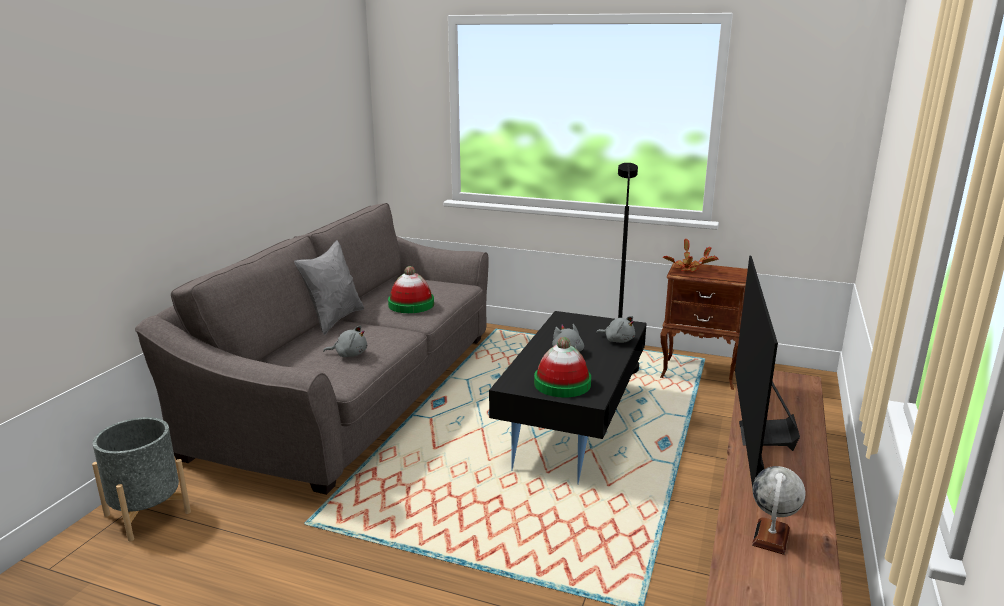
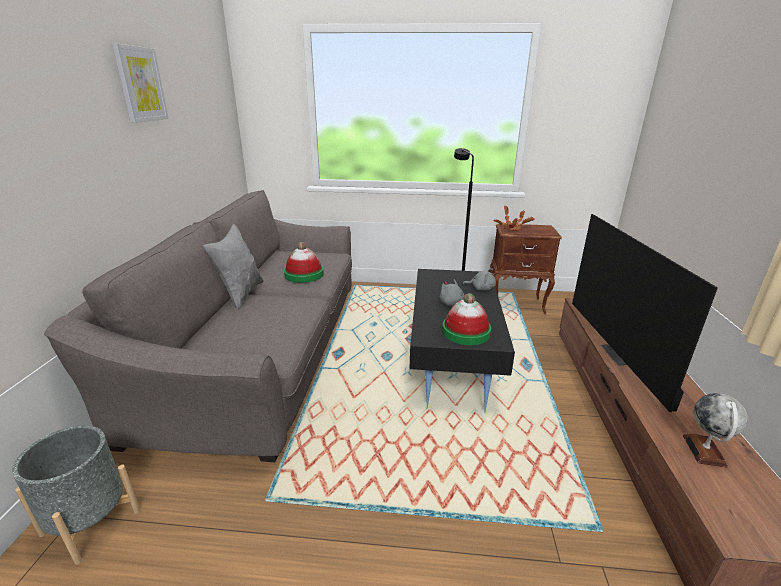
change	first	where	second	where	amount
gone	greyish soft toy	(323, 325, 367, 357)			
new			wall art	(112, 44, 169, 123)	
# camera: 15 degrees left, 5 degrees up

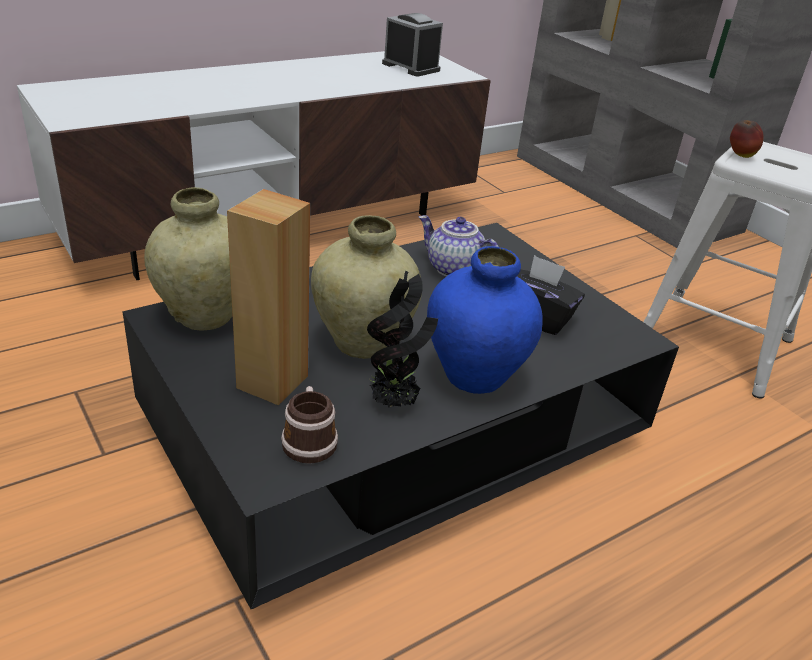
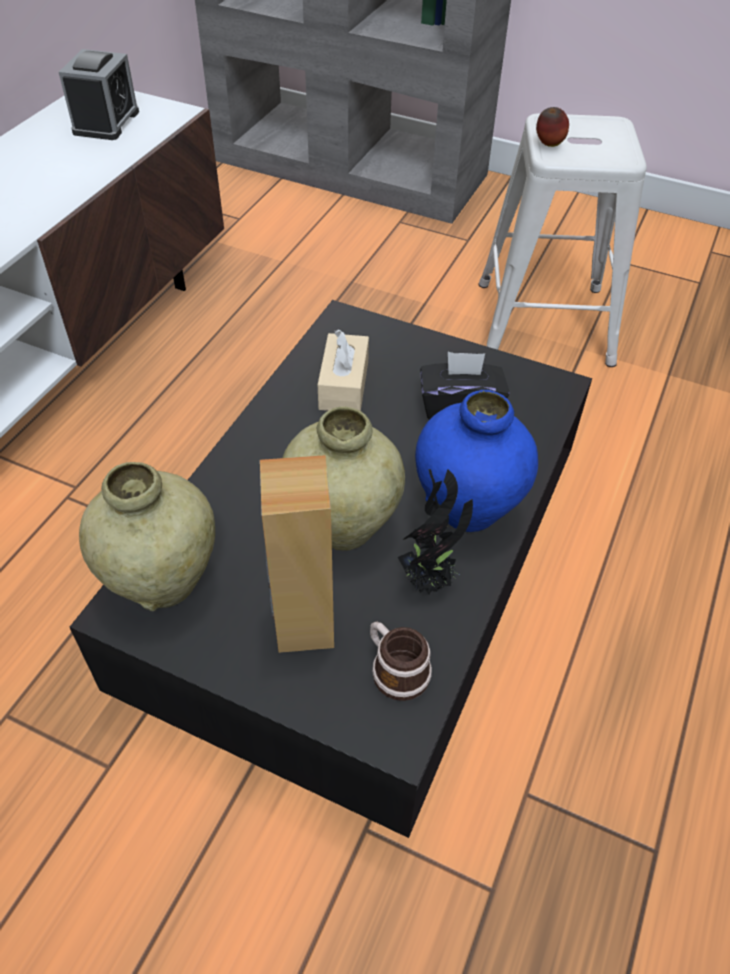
change	first	where	second	where	amount
rotated	alarm clock	(382, 13, 443, 76)		(59, 49, 139, 140)	90 degrees clockwise
swapped	tea pot	(419, 215, 499, 277)	beige-coloured box of tissues	(318, 329, 369, 411)	
# camera: 30 degrees left, 15 degrees up

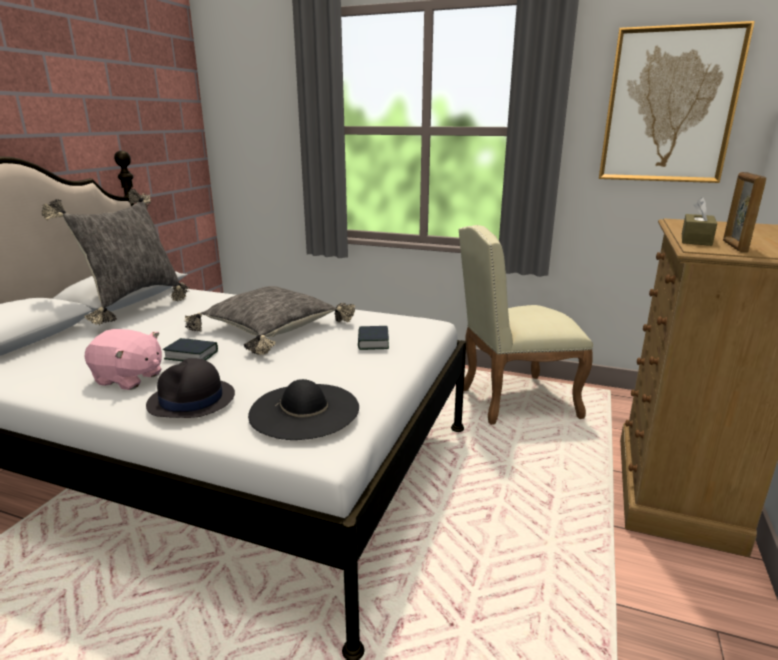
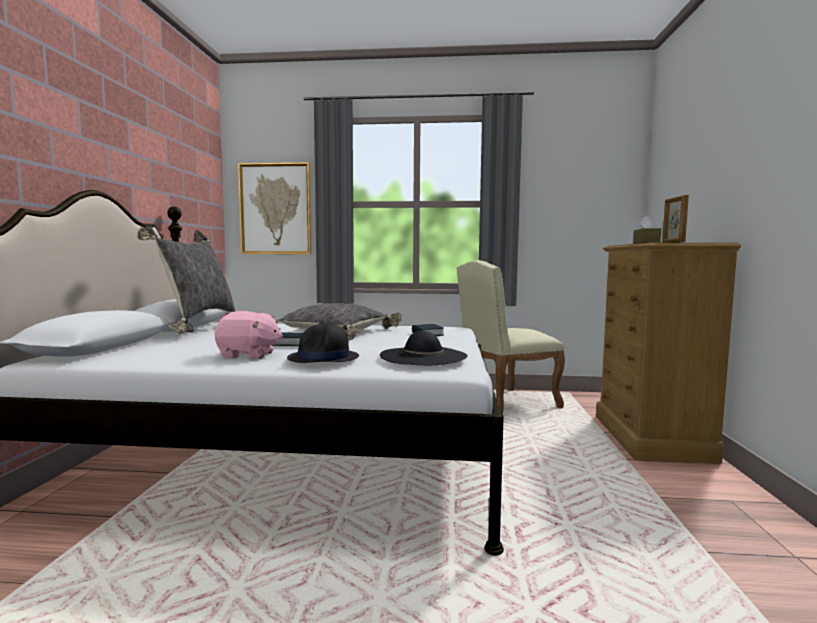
change	first	where	second	where	amount
shifted	wall art	(599, 21, 755, 183)		(238, 162, 311, 254)	
# camera: 15 degrees left, 15 degrees down

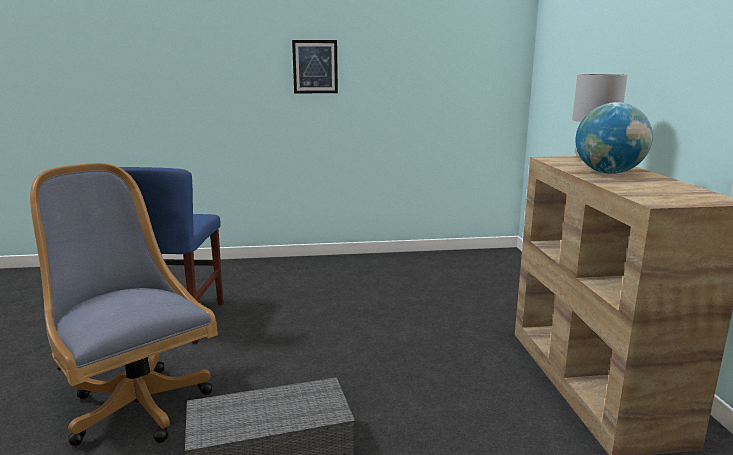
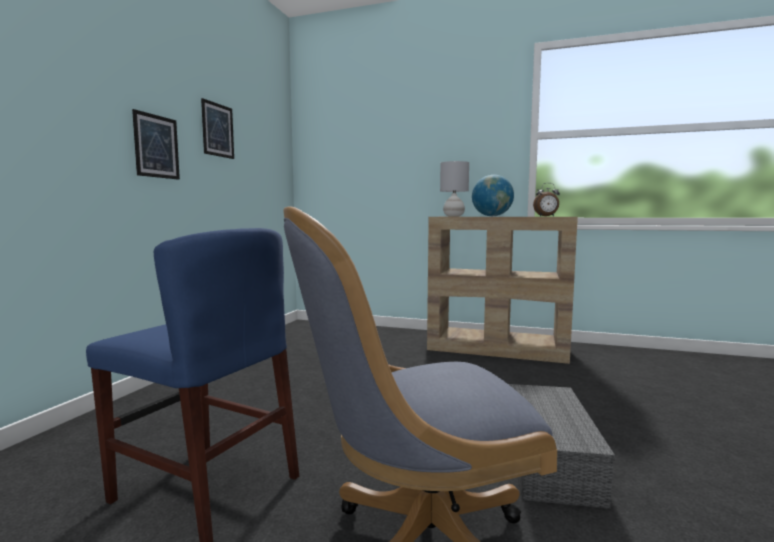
change	first	where	second	where	amount
new			wall art	(201, 98, 234, 159)	
new			alarm clock	(533, 183, 560, 216)	
# camera: 65 degrees left, 10 degrees down

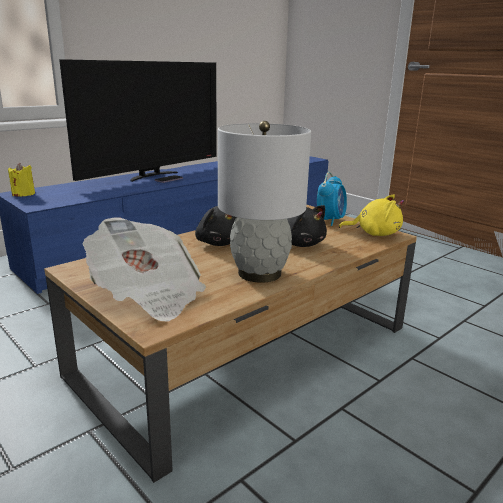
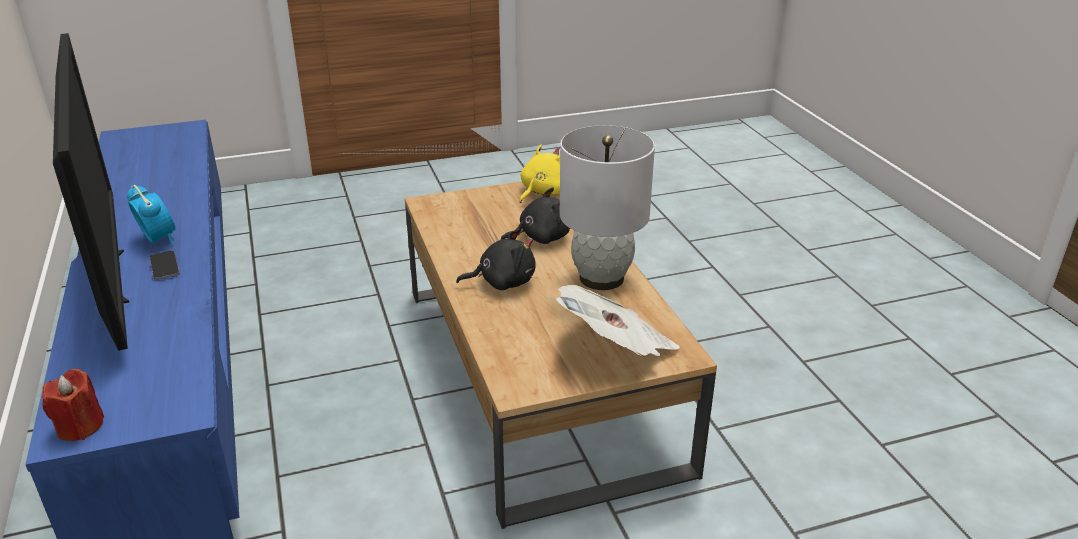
change	first	where	second	where	amount
repainted	yellowish wax candle	(8, 163, 35, 196)	red wax candle	(42, 369, 104, 441)	
shifted	alarm clock	(317, 172, 347, 226)		(127, 185, 176, 245)	
# camera: 65 degrees left, 10 degrees up

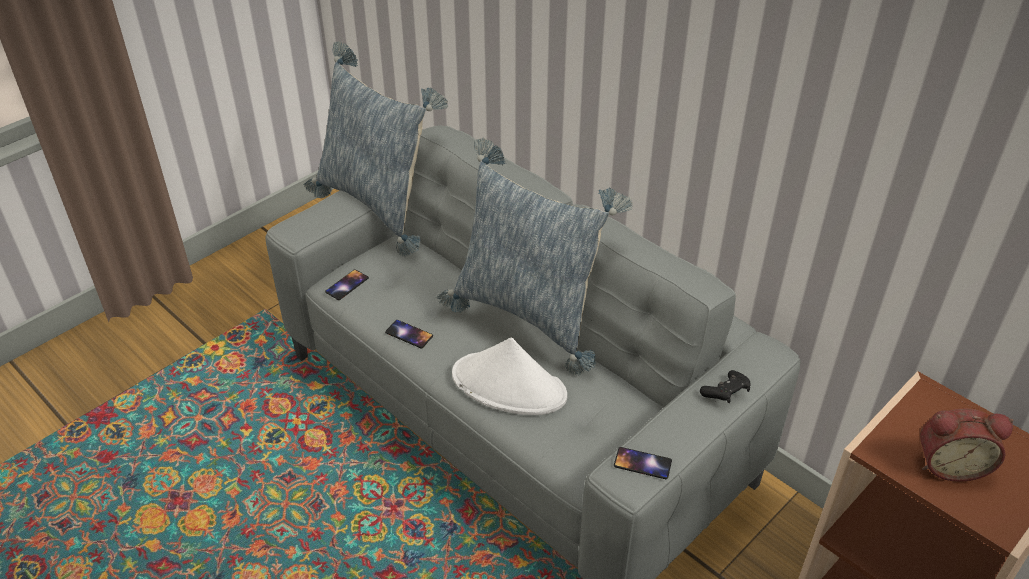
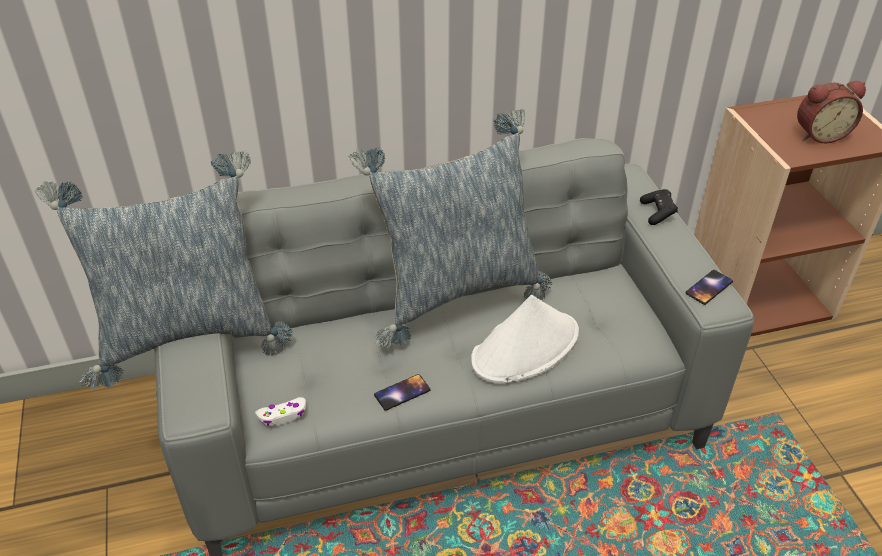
change	first	where	second	where	amount
swapped	handset	(325, 269, 369, 300)	white joypad	(255, 397, 306, 426)	
rotated	alarm clock	(920, 408, 1014, 482)		(797, 81, 866, 143)	45 degrees clockwise
# camera: 60 degrees left, 0 degrees up

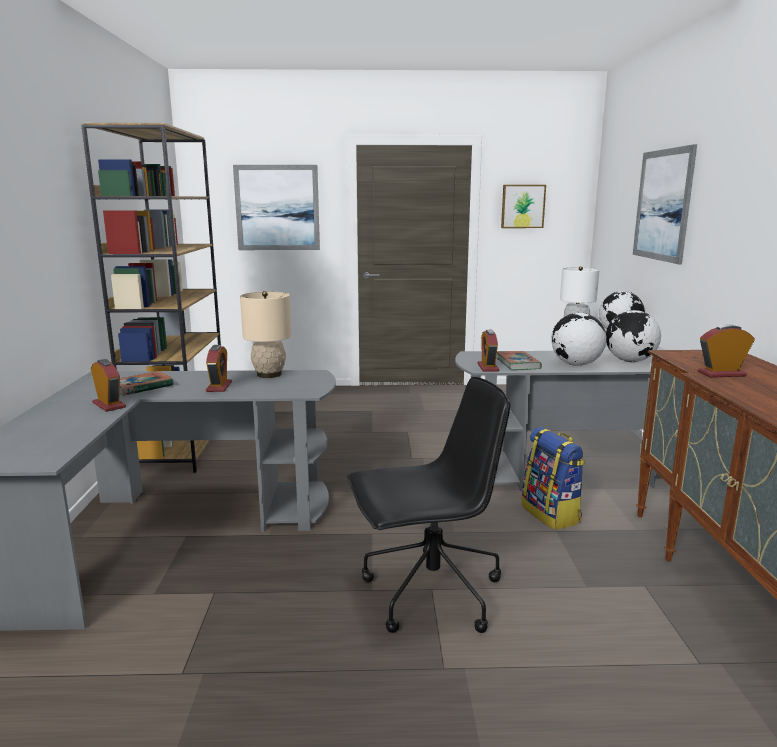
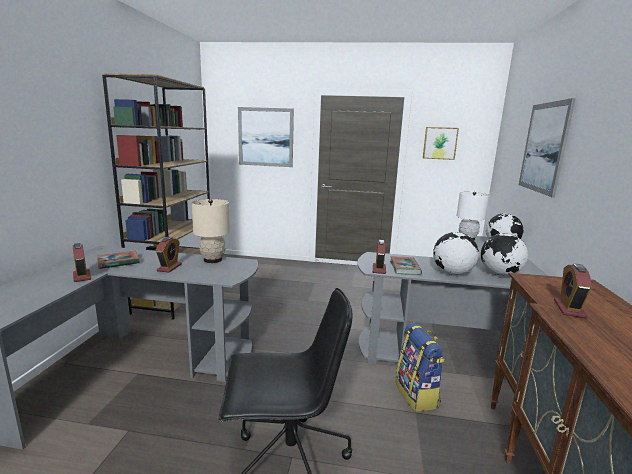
change	first	where	second	where	amount
rotated	alarm clock	(698, 324, 755, 378)		(554, 263, 592, 318)	75 degrees counterclockwise
# camera: 10 degrees right, 0 degrees up

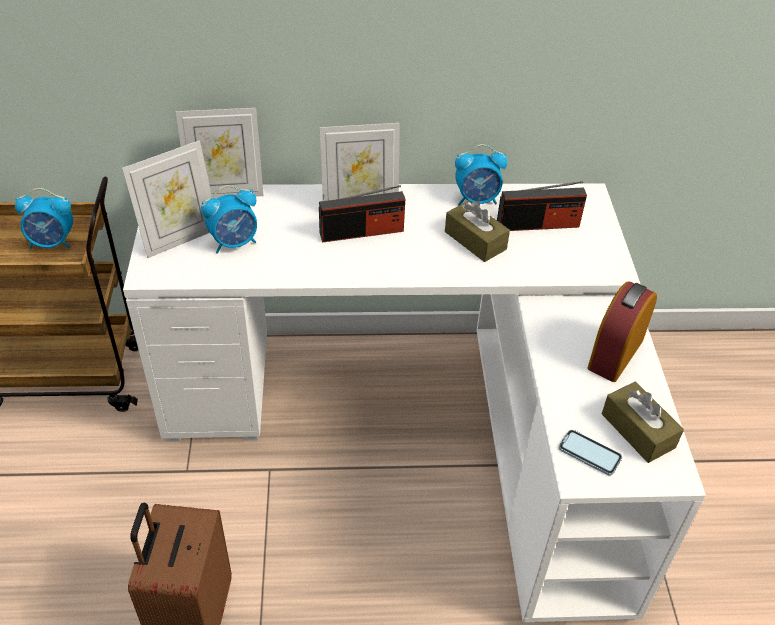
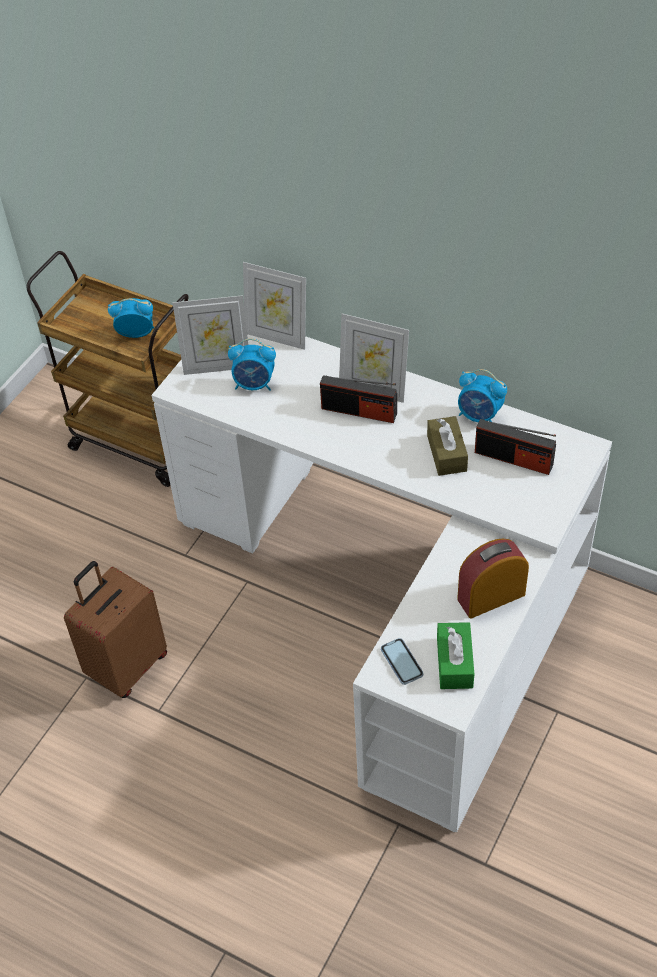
change	first	where	second	where	amount
rotated	alarm clock	(15, 188, 73, 249)		(108, 298, 154, 338)	150 degrees clockwise
repainted	brown-coloured box of tissues	(602, 381, 684, 463)	green box of tissues	(437, 622, 474, 689)	
# camera: 35 degrees right, 5 degrees up

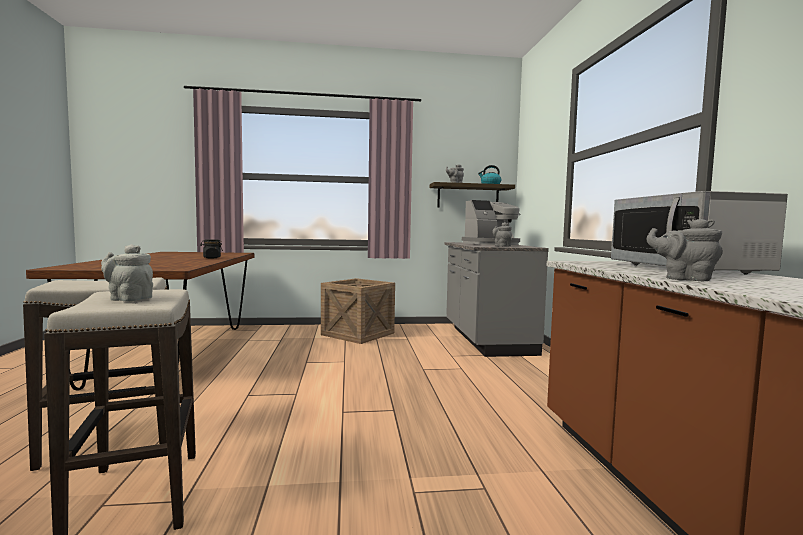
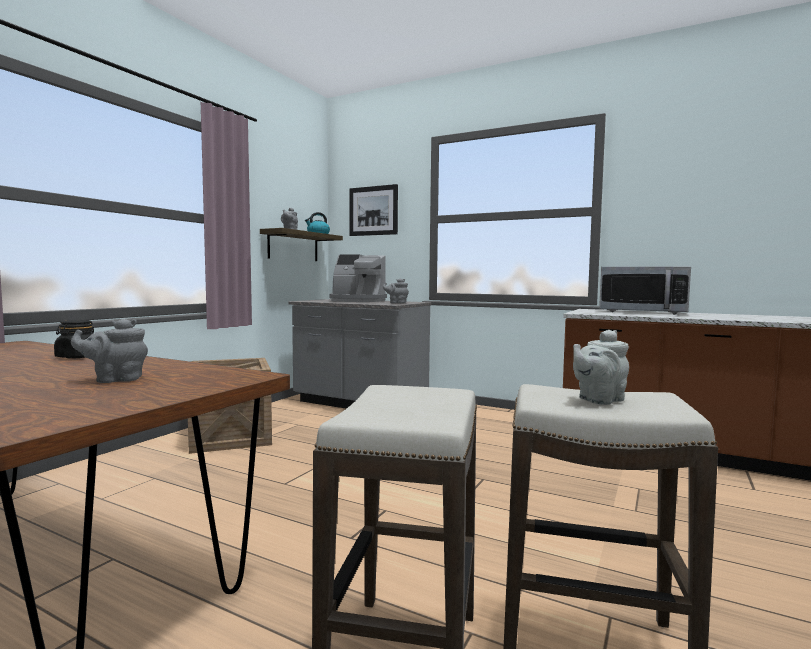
change	first	where	second	where	amount
rotated	coffee maker	(462, 200, 520, 245)		(330, 254, 387, 302)	90 degrees clockwise
shifted	greyish tea pot	(646, 218, 723, 281)		(71, 319, 148, 383)	
new			wall art	(350, 184, 398, 236)	
# camera: 55 degrees left, 0 degrees up

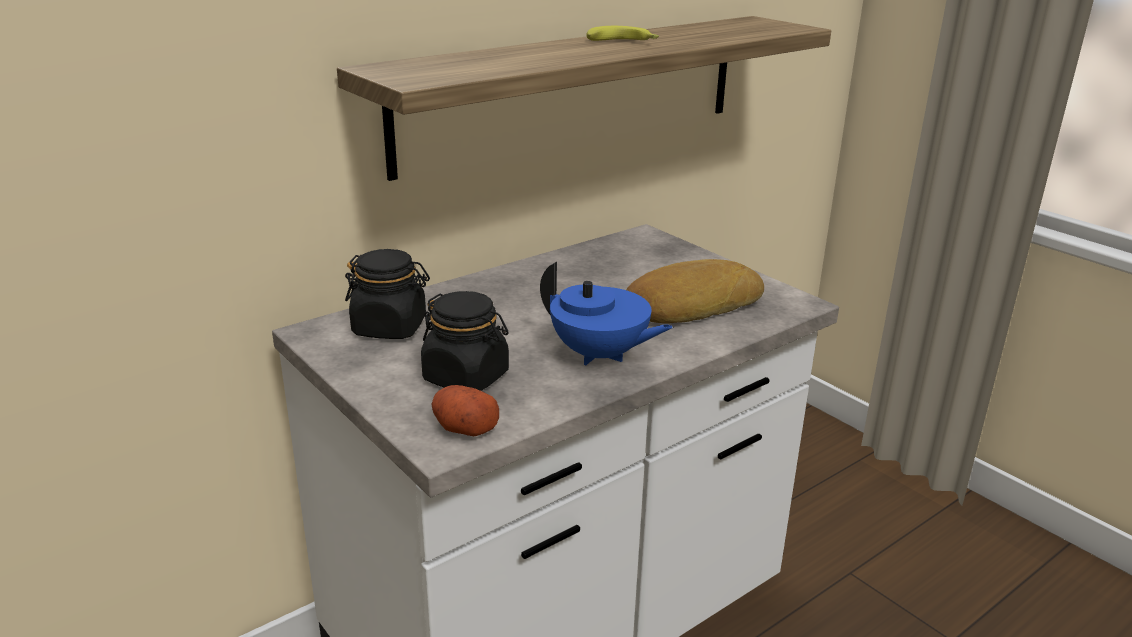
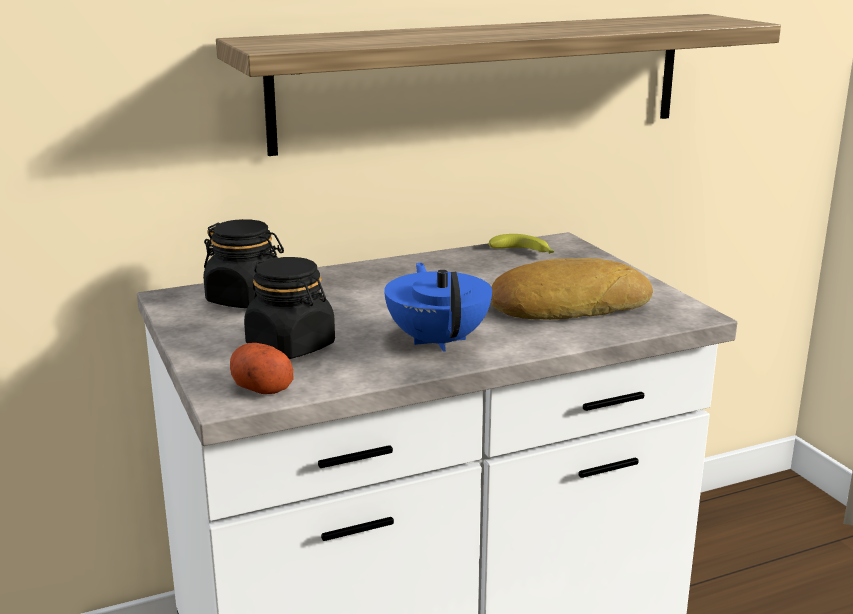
change	first	where	second	where	amount
shifted	banana	(586, 26, 659, 41)		(489, 234, 555, 254)	
rotated	blue tea pot	(540, 262, 673, 365)		(384, 263, 492, 352)	150 degrees counterclockwise
# camera: 15 degrees right, 5 degrees down

